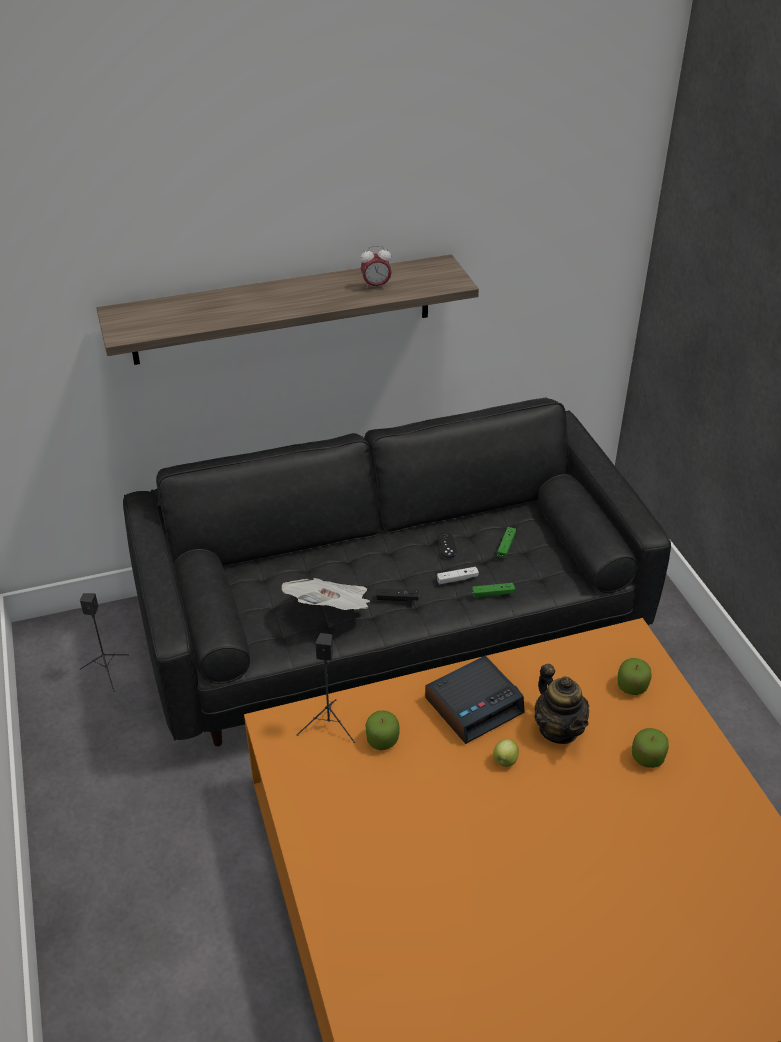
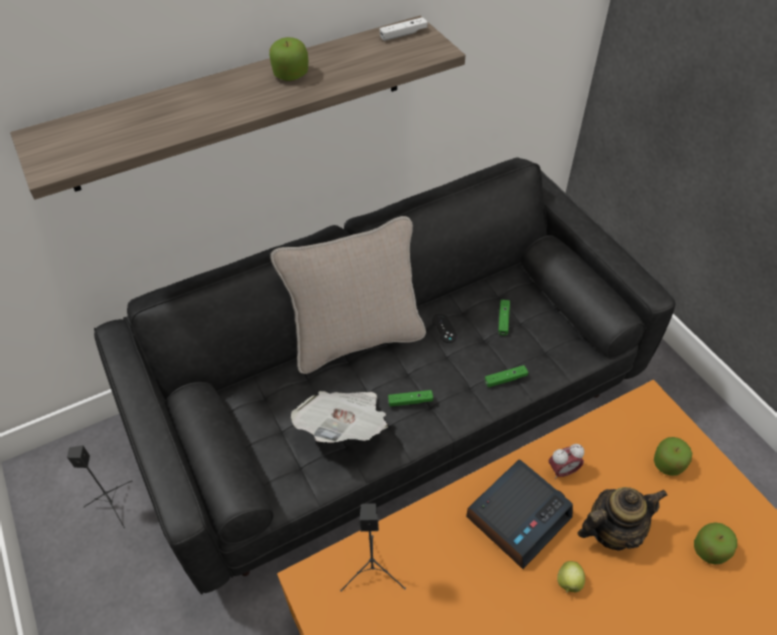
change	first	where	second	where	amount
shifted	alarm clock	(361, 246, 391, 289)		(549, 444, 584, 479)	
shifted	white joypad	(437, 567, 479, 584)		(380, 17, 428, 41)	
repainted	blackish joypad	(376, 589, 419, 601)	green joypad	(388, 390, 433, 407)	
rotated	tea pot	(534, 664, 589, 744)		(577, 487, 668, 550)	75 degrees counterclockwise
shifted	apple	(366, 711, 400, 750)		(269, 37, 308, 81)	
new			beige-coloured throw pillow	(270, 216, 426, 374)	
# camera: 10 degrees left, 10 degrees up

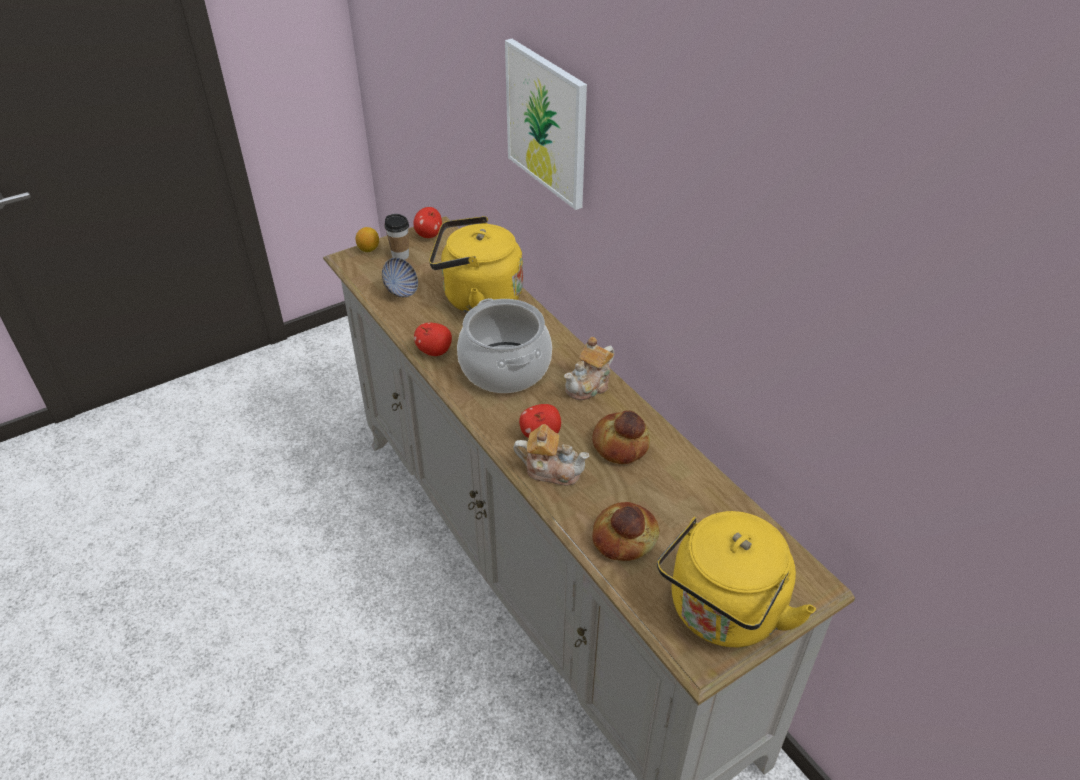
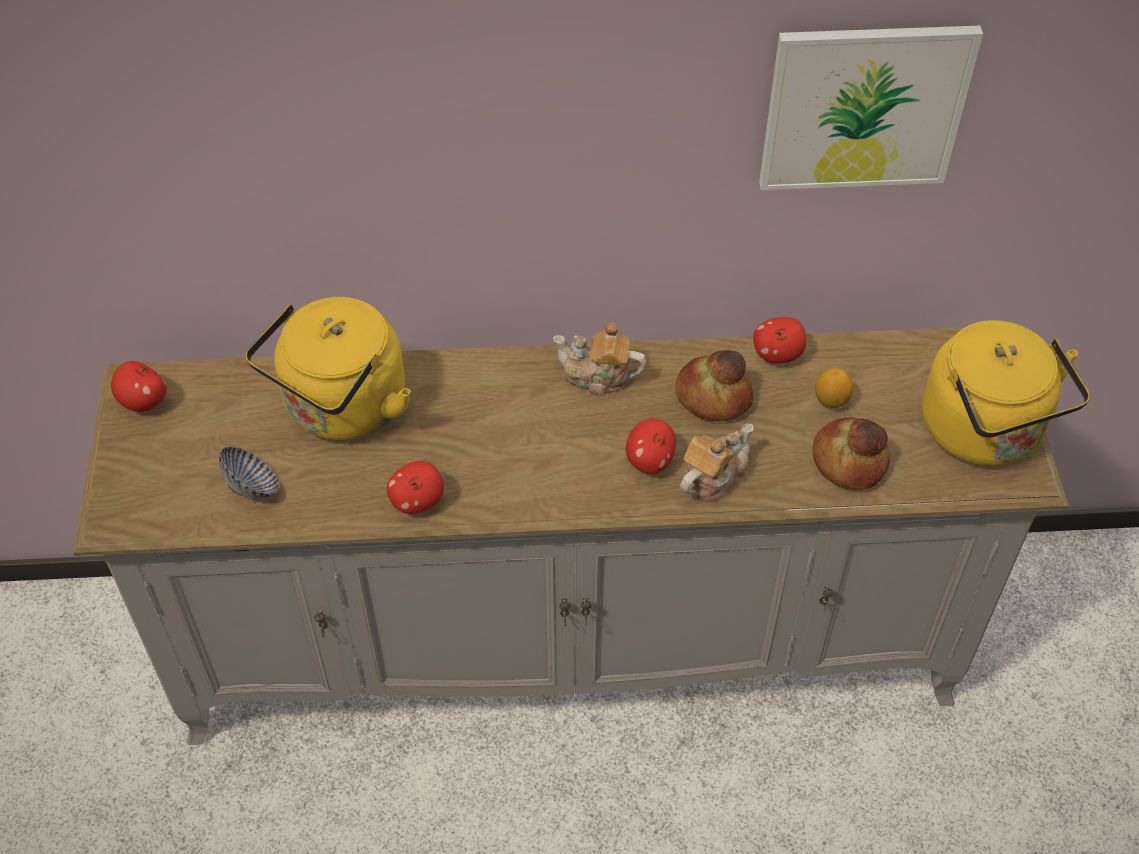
change	first	where	second	where	amount
shifted	wall art	(505, 39, 587, 210)		(759, 26, 983, 190)	
gone	cup	(385, 214, 409, 260)			
shifted	citrus fruit	(356, 227, 379, 252)		(815, 368, 853, 408)	
gone	saucepot	(457, 298, 552, 393)			
rotated	tea pot	(564, 337, 615, 400)		(553, 322, 646, 396)	120 degrees clockwise
new			apple	(753, 317, 807, 364)	
# camera: 60 degrees left, 10 degrees up

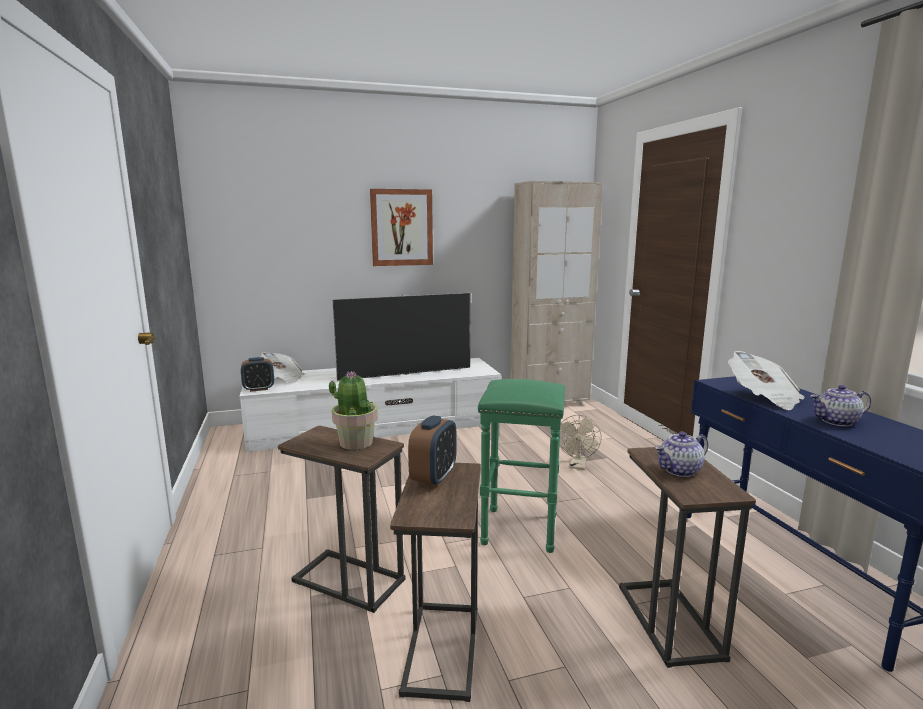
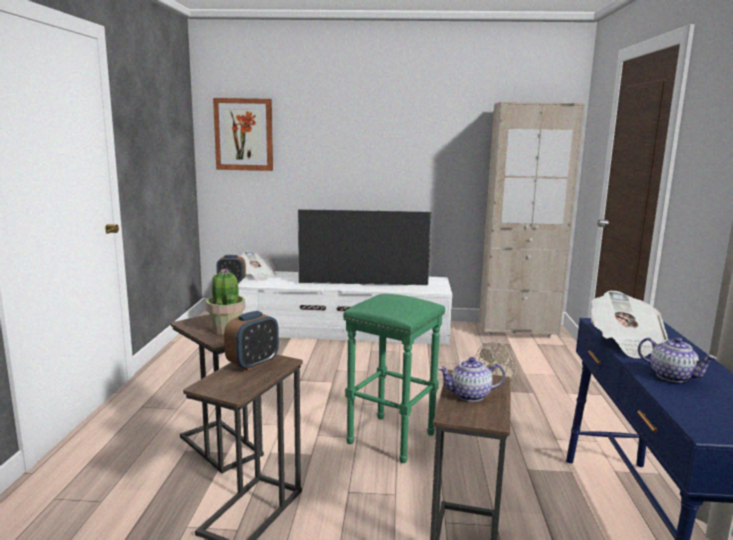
change	first	where	second	where	amount
shifted	wall art	(370, 189, 433, 266)		(213, 98, 273, 171)	
rotated	tea pot	(810, 385, 871, 426)		(638, 337, 717, 383)	150 degrees counterclockwise
# camera: 20 degrees right, 0 degrees up

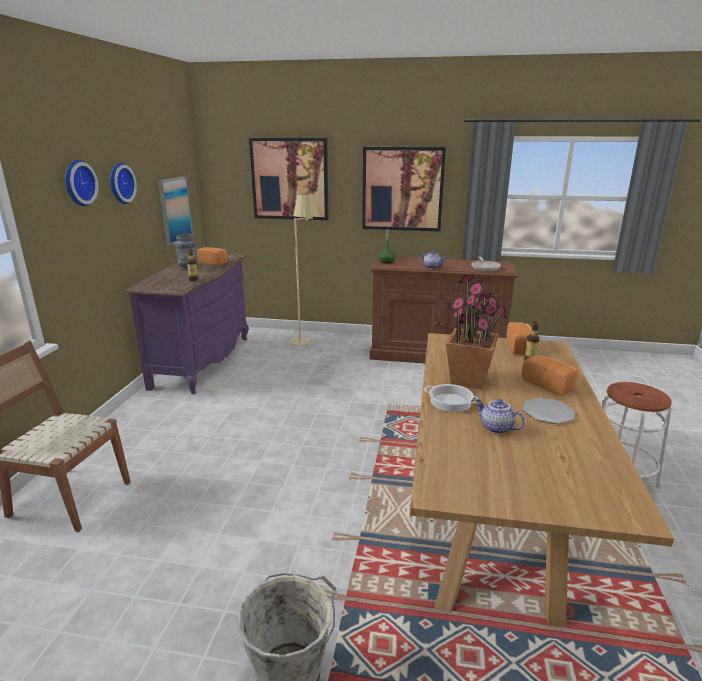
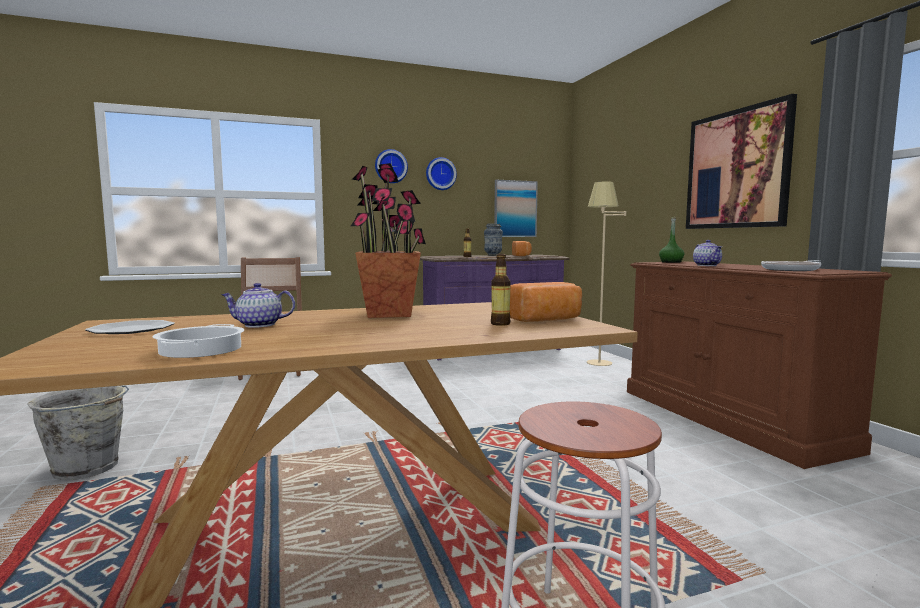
change	first	where	second	where	amount
gone	wall art	(249, 138, 329, 220)			
gone	baked bread	(522, 355, 578, 396)			
shifted	saucepot	(424, 384, 478, 412)		(153, 324, 244, 358)	
rotated	tea pot	(474, 398, 525, 434)		(221, 283, 295, 328)	105 degrees counterclockwise
shifted	dinner plate	(523, 398, 574, 424)		(85, 320, 175, 334)	
# camera: 60 degrees right, 15 degrees down

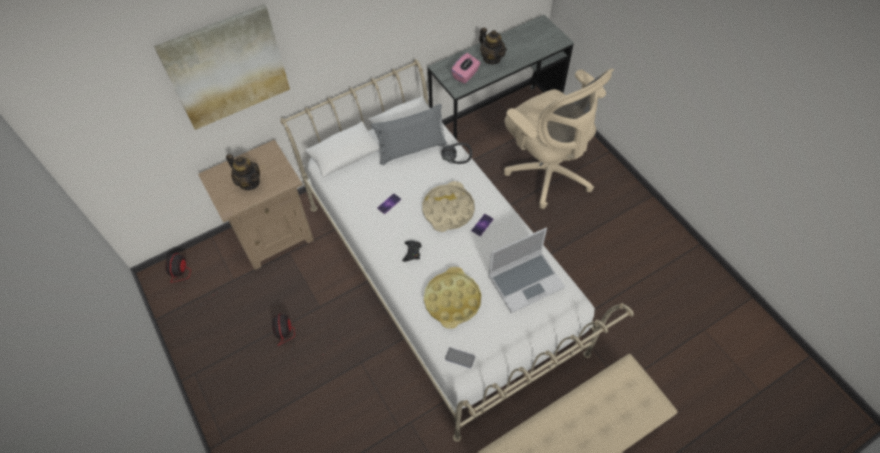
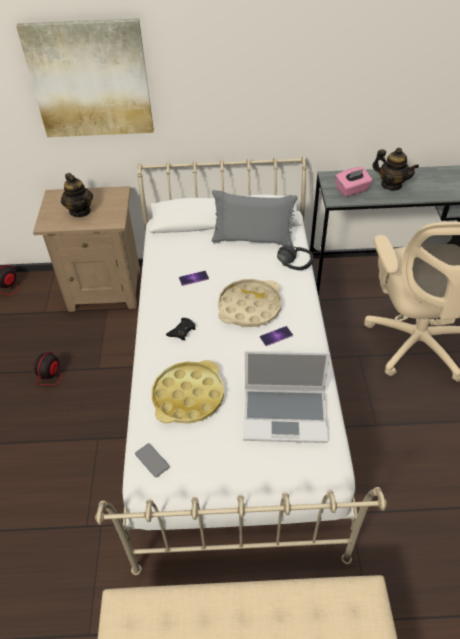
change	first	where	second	where	amount
rotated	tea pot	(479, 27, 507, 64)		(372, 148, 419, 190)	45 degrees counterclockwise
# camera: 30 degrees right, 10 degrees down

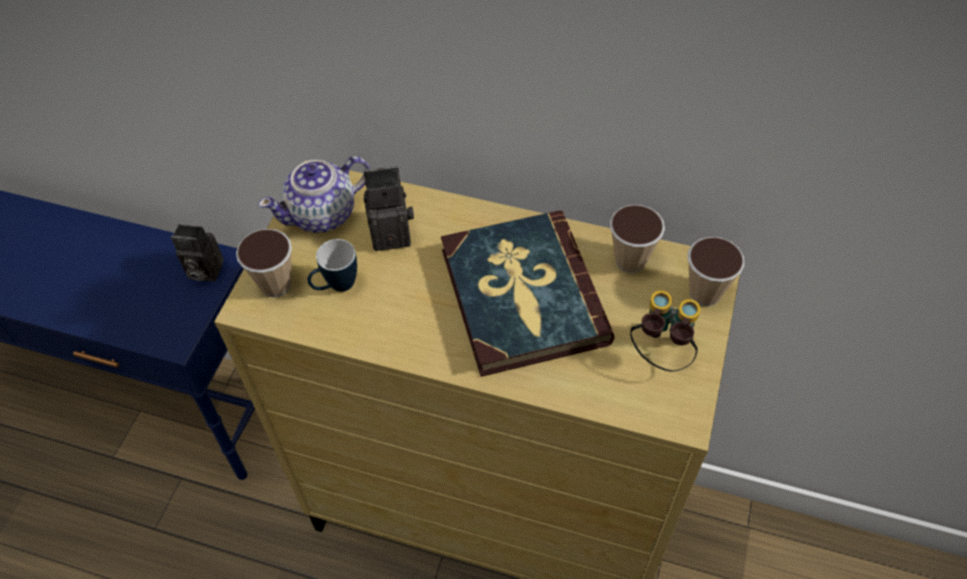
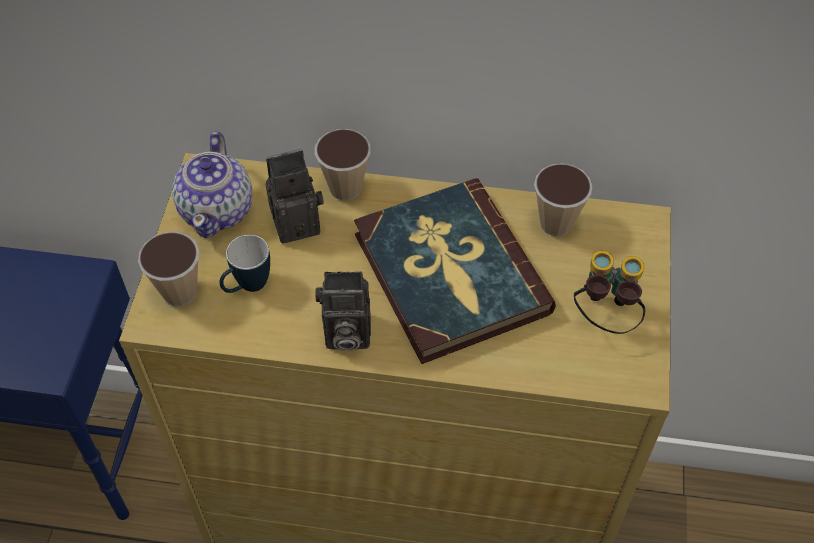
change	first	where	second	where	amount
rotated	tea pot	(259, 156, 370, 233)		(172, 131, 252, 238)	45 degrees counterclockwise
shifted	photo camera	(171, 224, 224, 282)		(315, 271, 371, 351)	
shifted	cup	(688, 237, 744, 306)		(315, 129, 371, 201)	
# camera: 10 degrees left, 0 degrees up

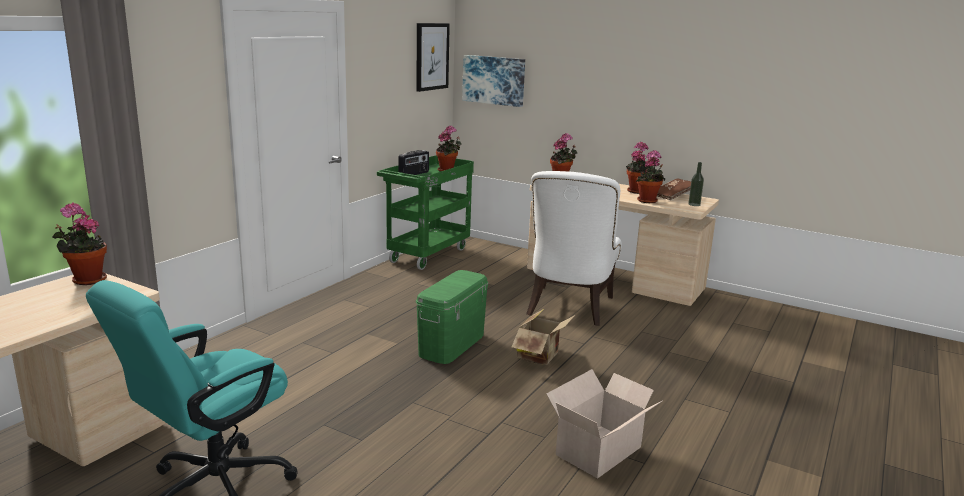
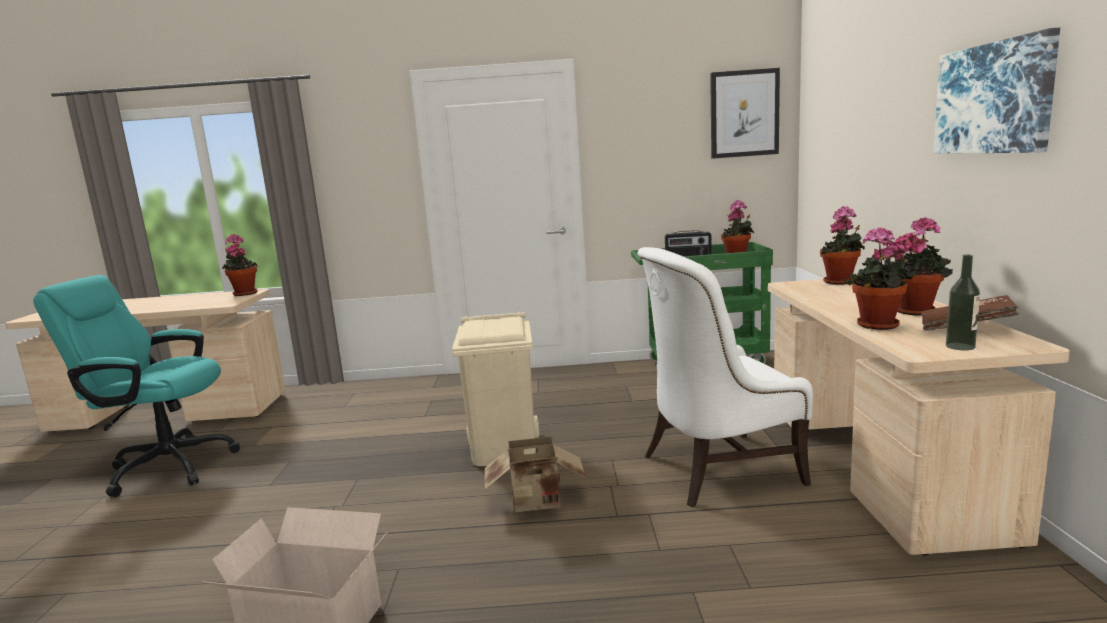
change	first	where	second	where	amount
shifted	wall art	(462, 55, 525, 107)		(933, 28, 1060, 154)	
swapped	green storage container	(416, 270, 488, 364)	beige-coloured trash can	(452, 312, 539, 466)	
# camera: 60 degrees right, 5 degrees down

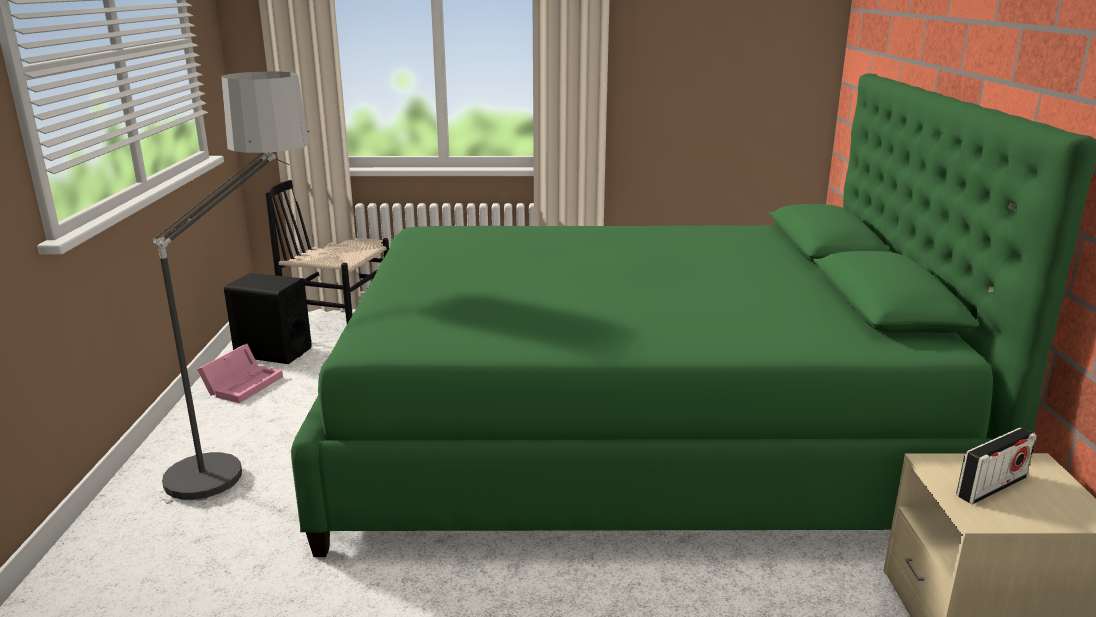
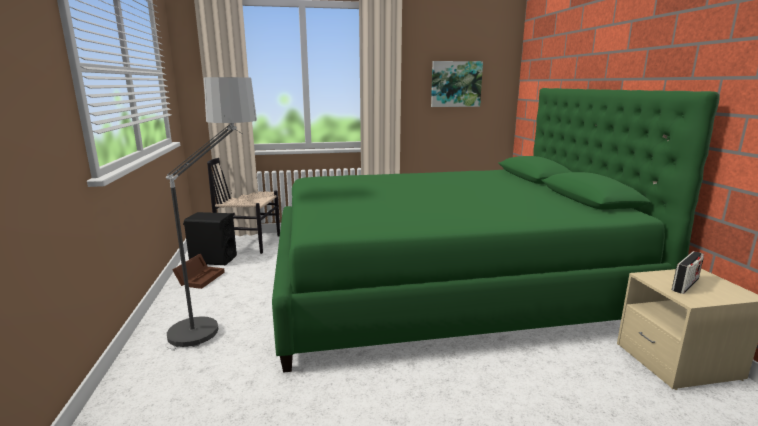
change	first	where	second	where	amount
repainted	pink storage container	(197, 344, 283, 403)	brown-coloured storage container	(172, 254, 225, 289)	
new			wall art	(431, 61, 483, 107)	
# camera: 10 degrees left, 5 degrees down

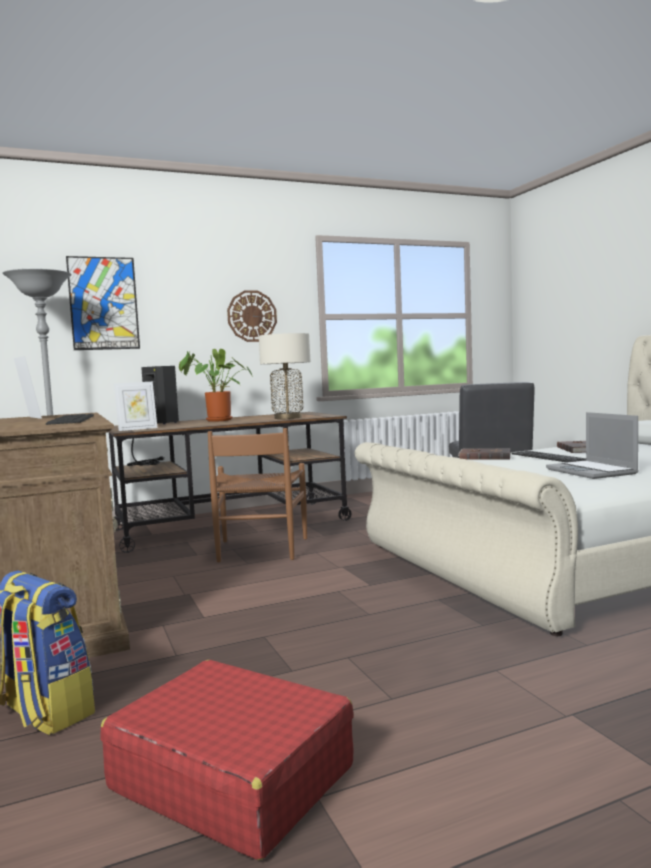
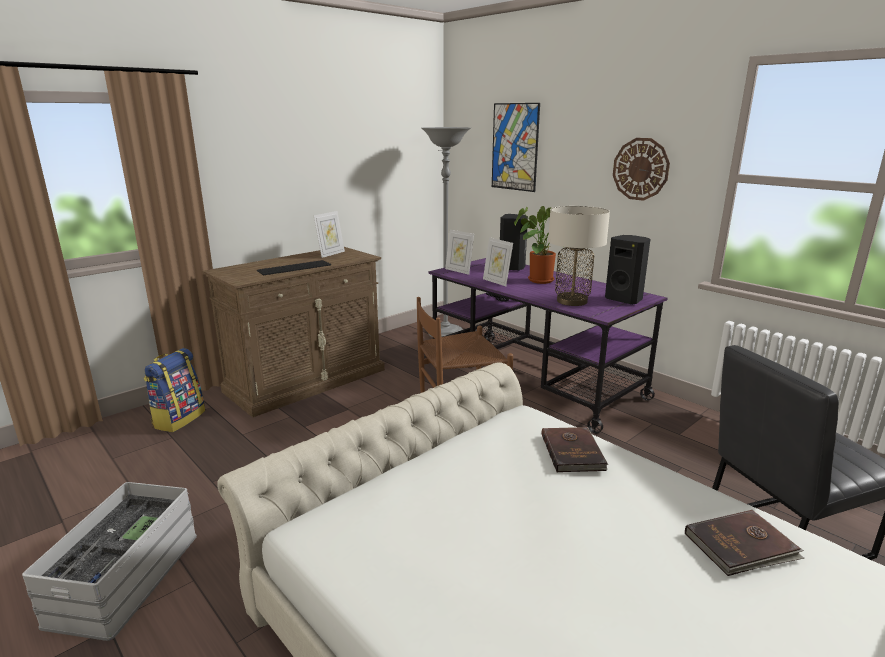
change	first	where	second	where	amount
repainted	brown-coloured desk	(109, 412, 351, 553)	purplish desk	(428, 258, 668, 434)	
gone	notebook computer	(546, 412, 639, 479)			
gone	keyboard	(512, 451, 586, 462)			
gone	red travel case	(101, 660, 354, 860)			
new			blackish audio speaker	(605, 235, 650, 305)	
new			standing frame	(483, 237, 513, 286)	
new			greyish storage container	(22, 482, 197, 641)	
# camera: 70 degrees right, 15 degrees up

